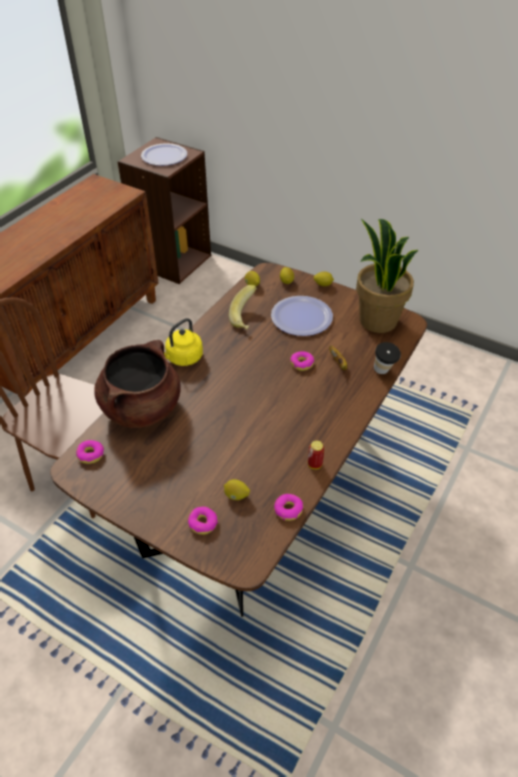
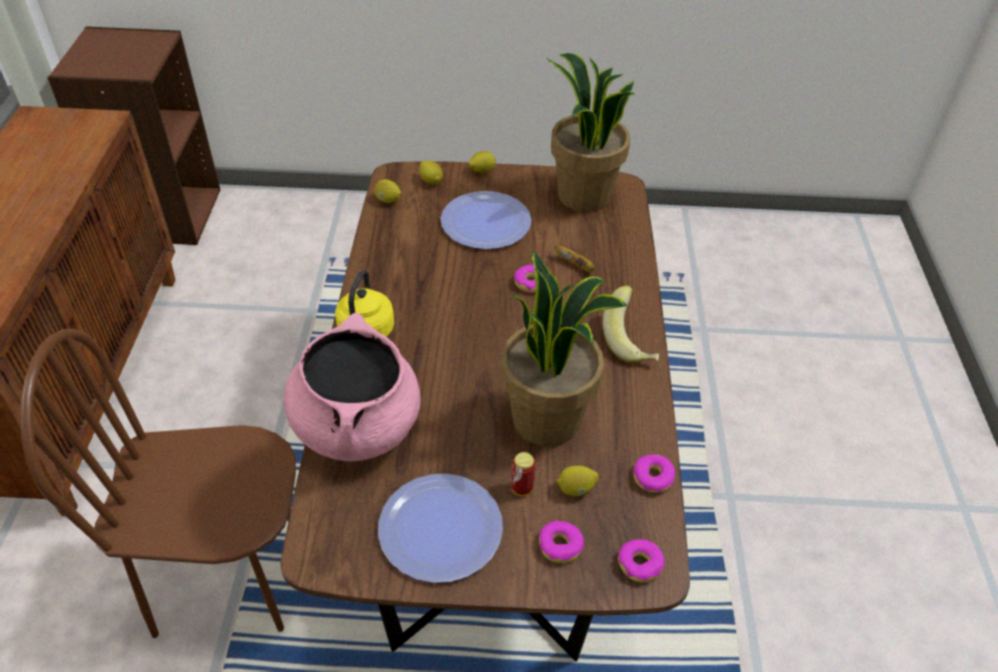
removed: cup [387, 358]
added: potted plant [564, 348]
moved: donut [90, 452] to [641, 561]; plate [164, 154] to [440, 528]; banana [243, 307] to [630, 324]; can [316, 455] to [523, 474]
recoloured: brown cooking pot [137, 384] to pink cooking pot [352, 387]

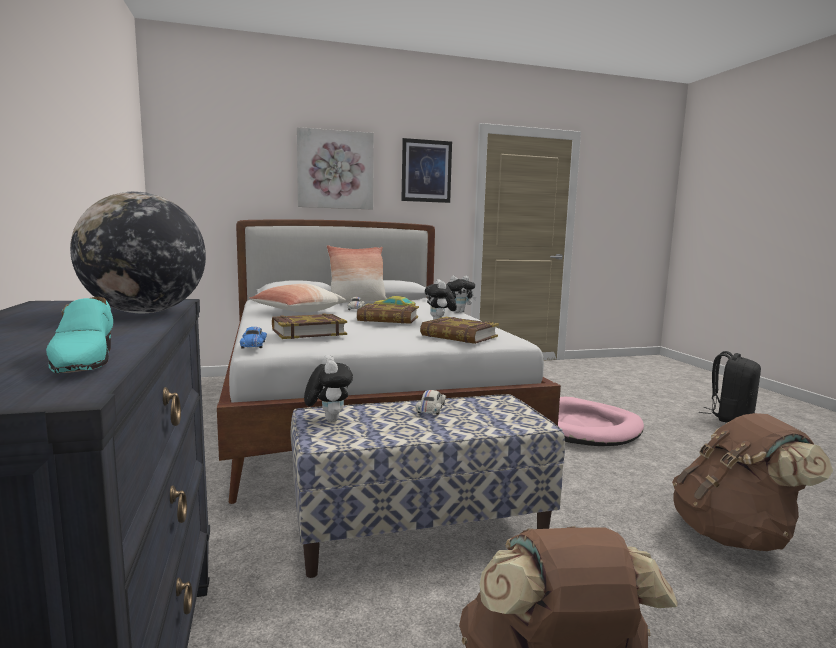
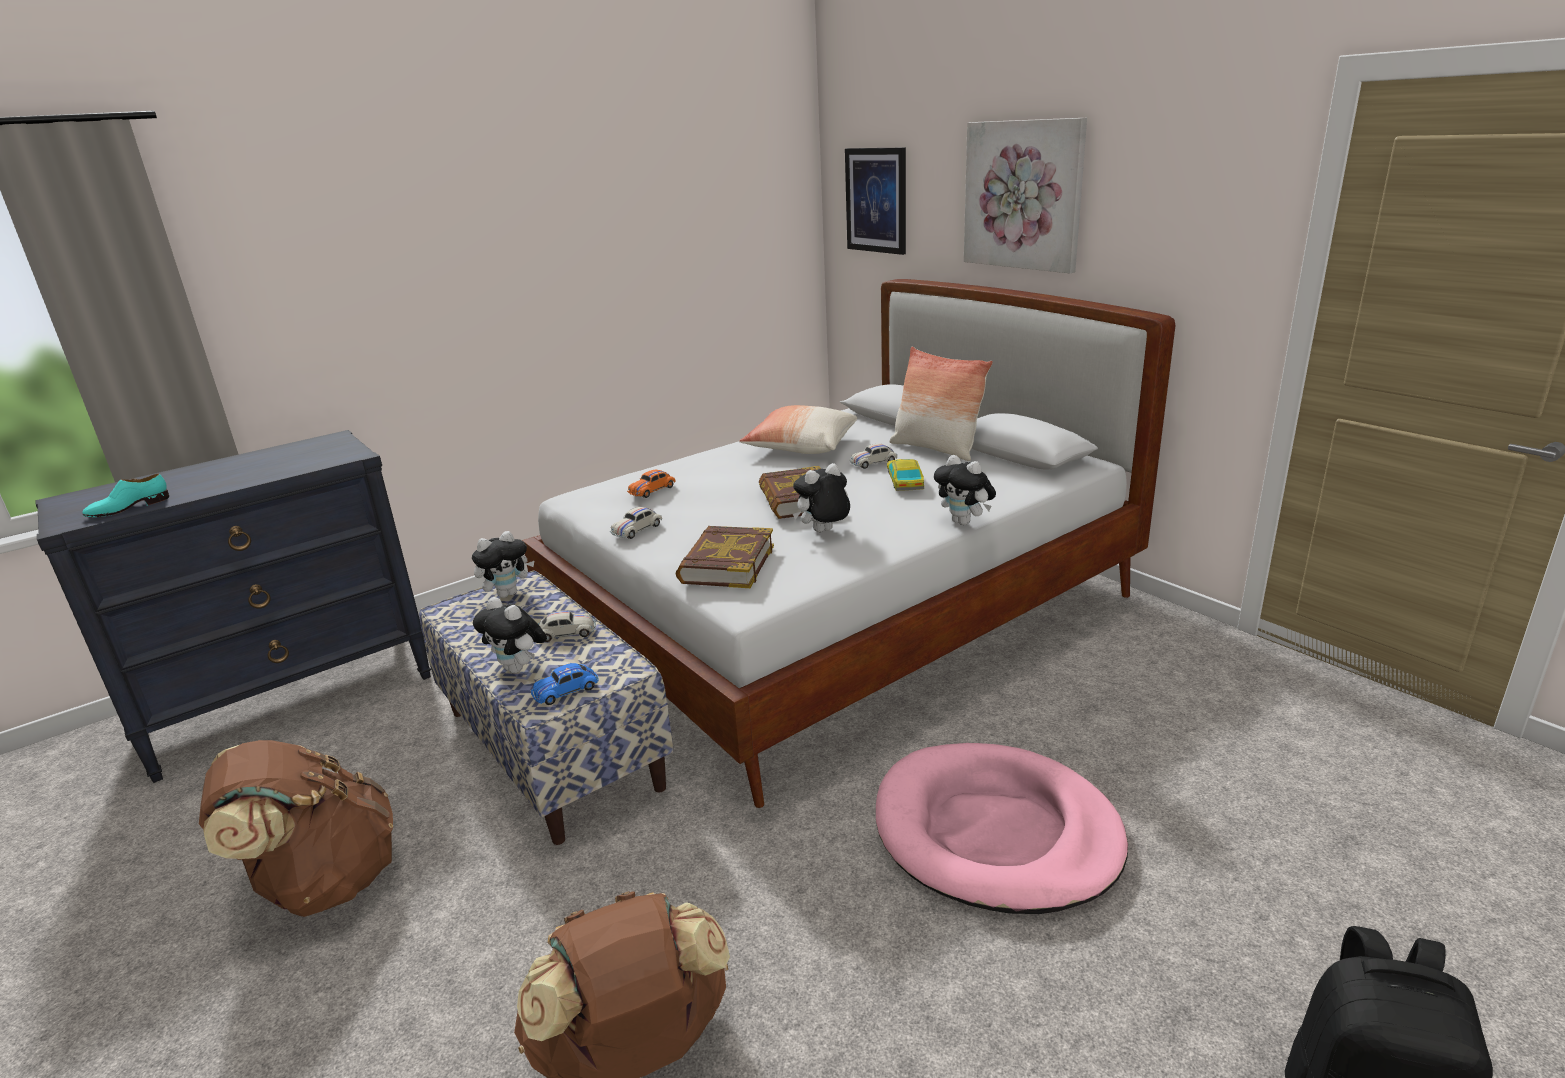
removed: globe [138, 253]
added: plush toy [510, 635]; white toy car [636, 523]
moved: blue toy car [253, 338] to [565, 684]; picture [426, 170] to [875, 201]
replaced: book [309, 326] to orange toy car [651, 484]

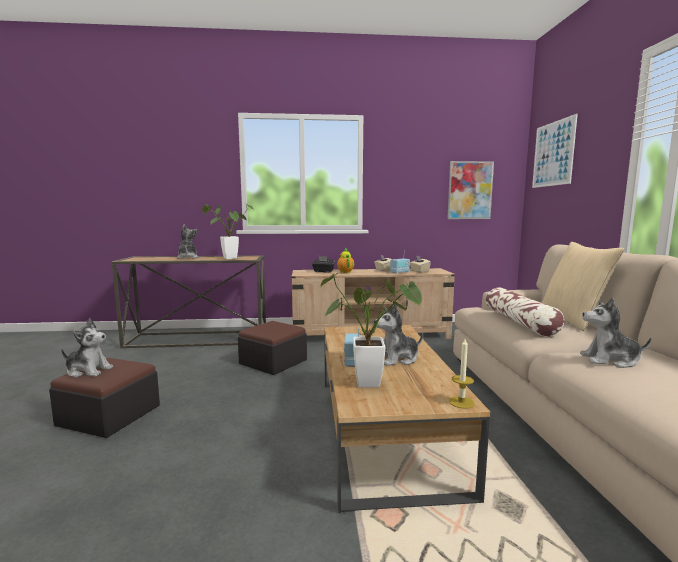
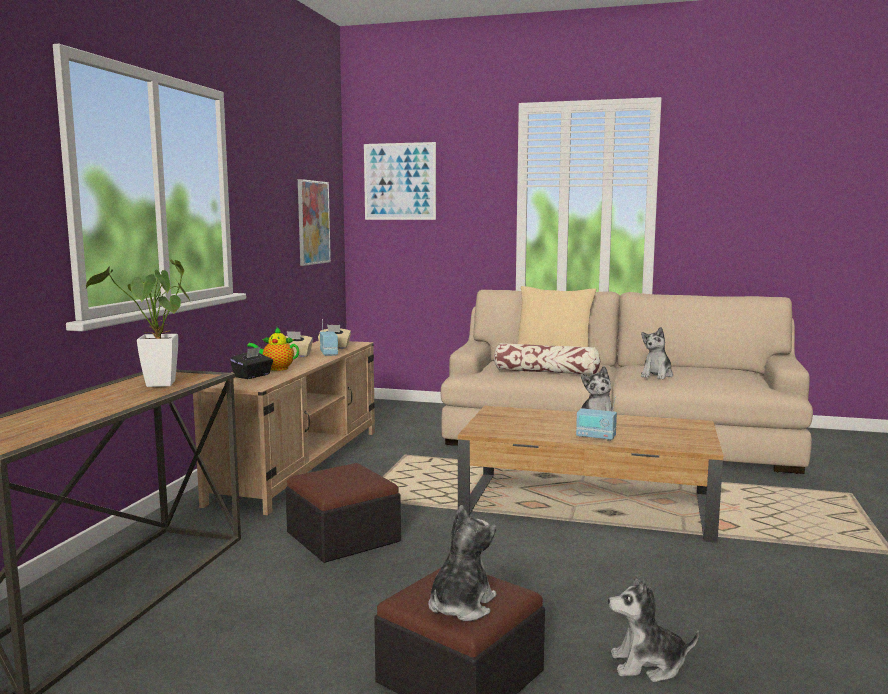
removed: potted plant [371, 330]; candle [462, 374]
moved: plush toy [188, 242] to [653, 628]

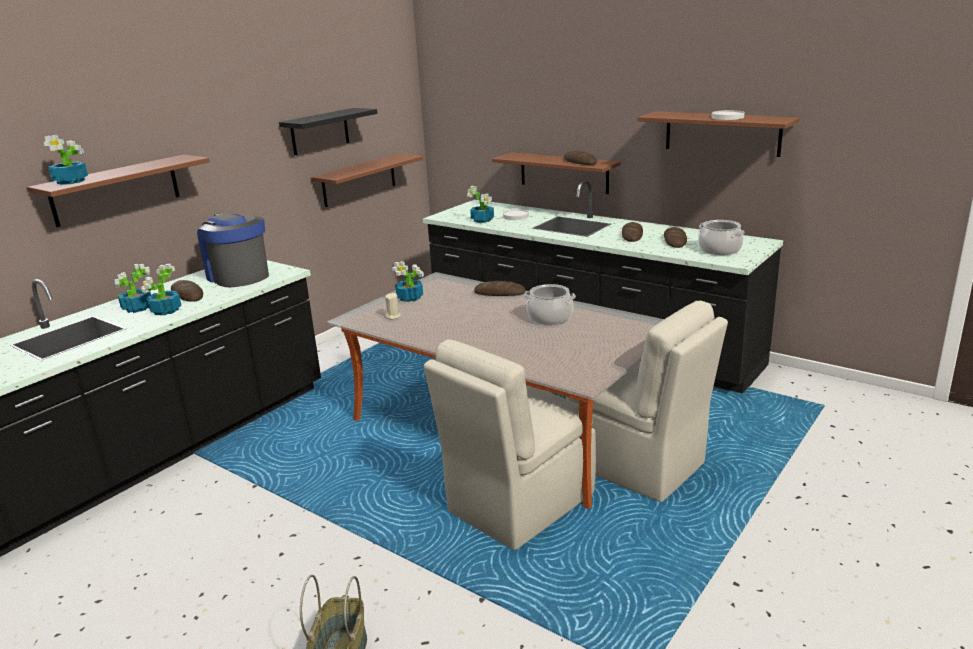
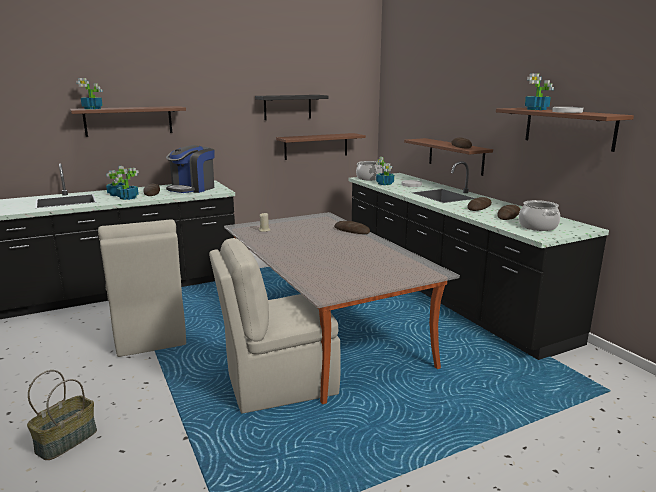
moved: potted plant [408, 281] to [539, 91]; cooking pot [550, 304] to [369, 170]; beige chair [647, 401] to [142, 288]
turned: coffee machine [233, 250] = [190, 169] 135 degrees counterclockwise

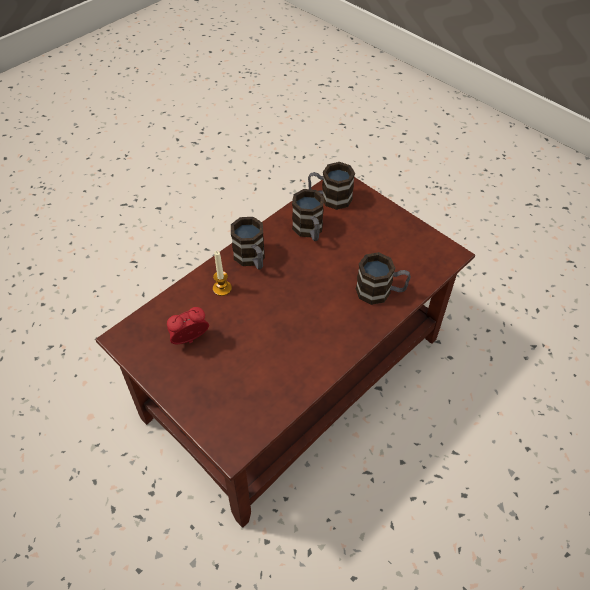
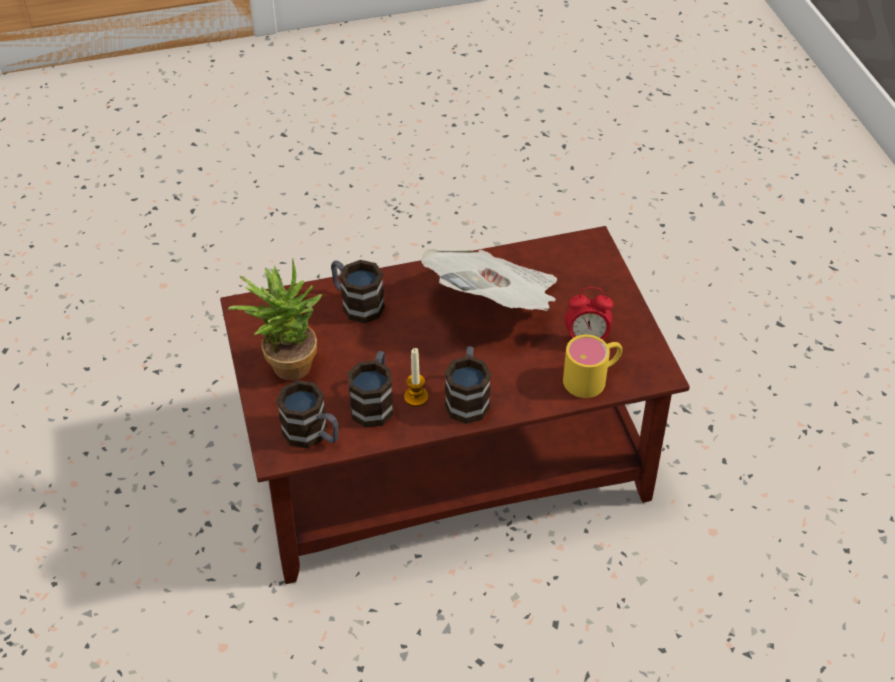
added: potted plant [275, 319]; newspaper [489, 280]; yellow mug [592, 366]
moved: candle [222, 273] to [416, 377]

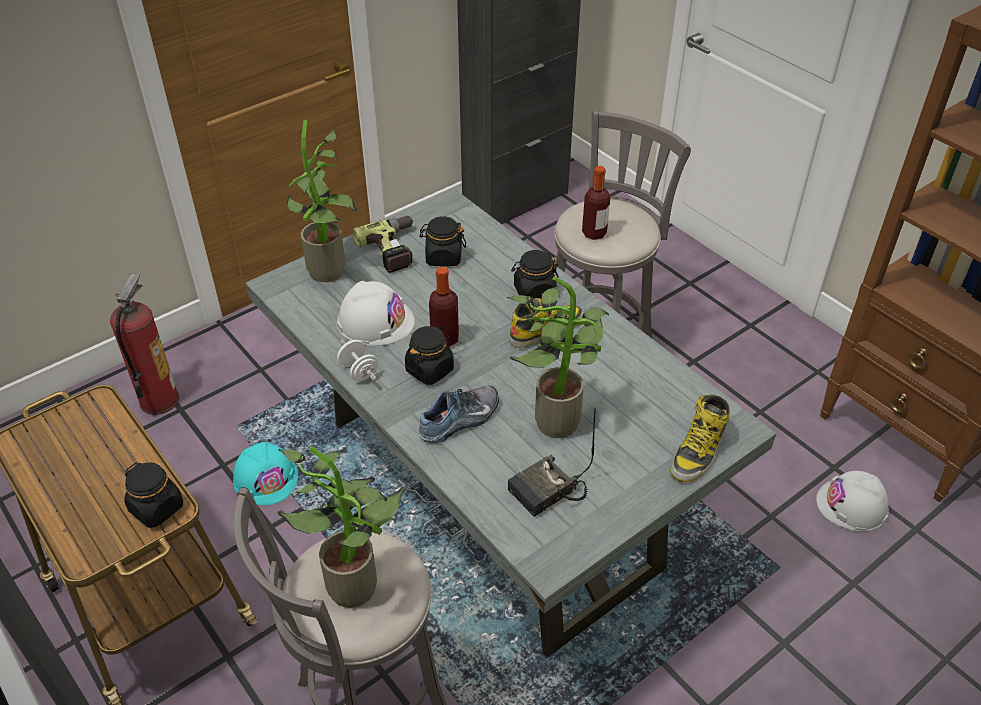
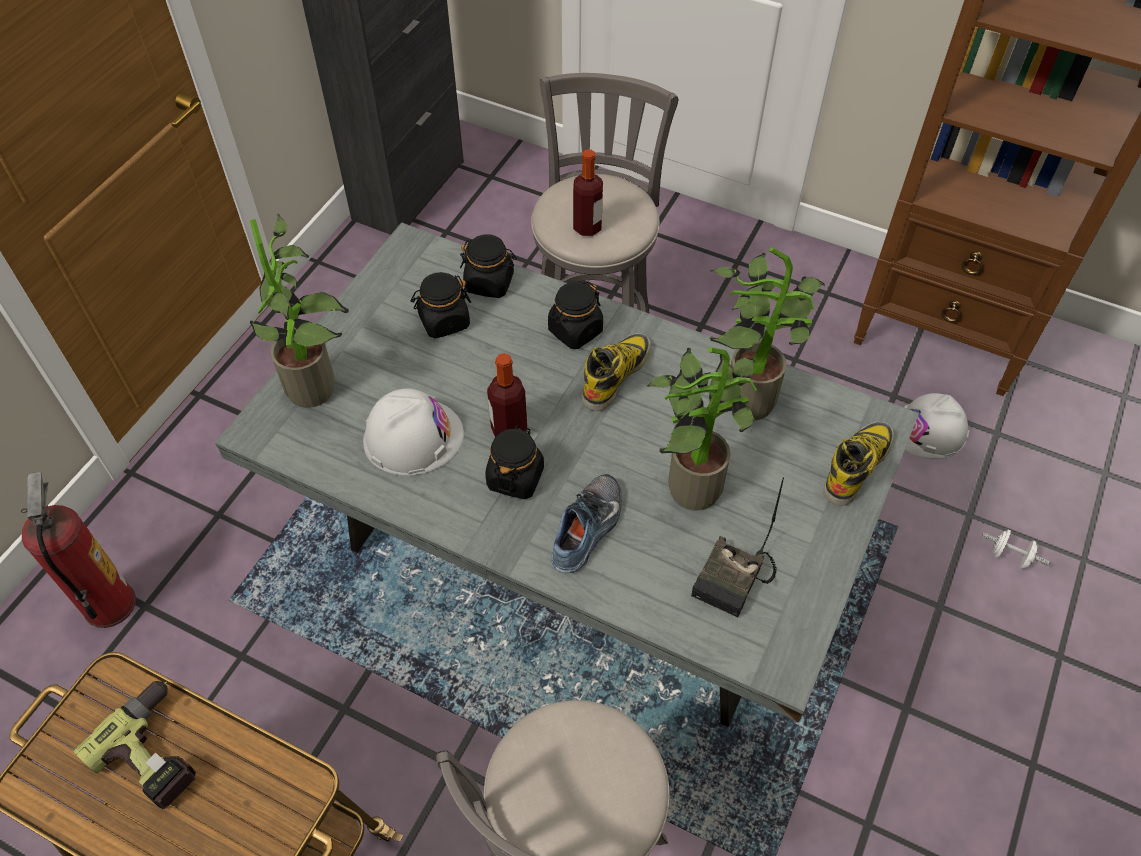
removed: turquoise hard hat [265, 473]
moved: black jar [153, 495] to [488, 266]; potted plant [342, 527] to [767, 334]; white dumbbell [357, 361] to [1016, 549]; power drill [383, 244] to [134, 745]
turned: boot [700, 438] = [858, 464] 150 degrees counterclockwise

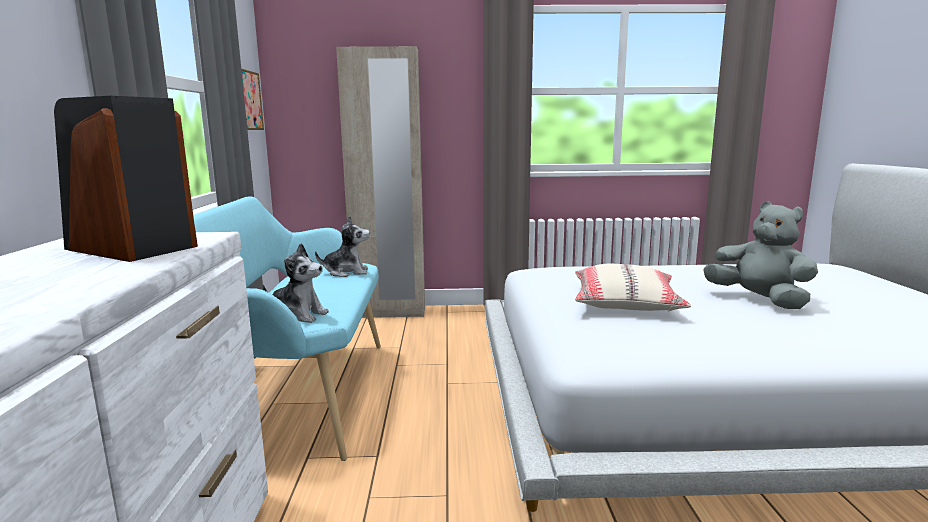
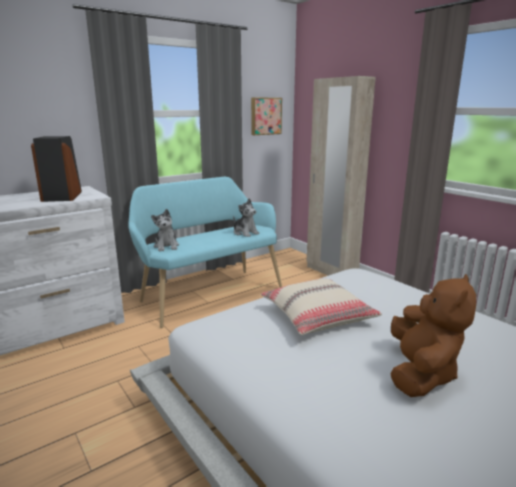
recoloured: grey plush toy [760, 255] to brown plush toy [433, 335]

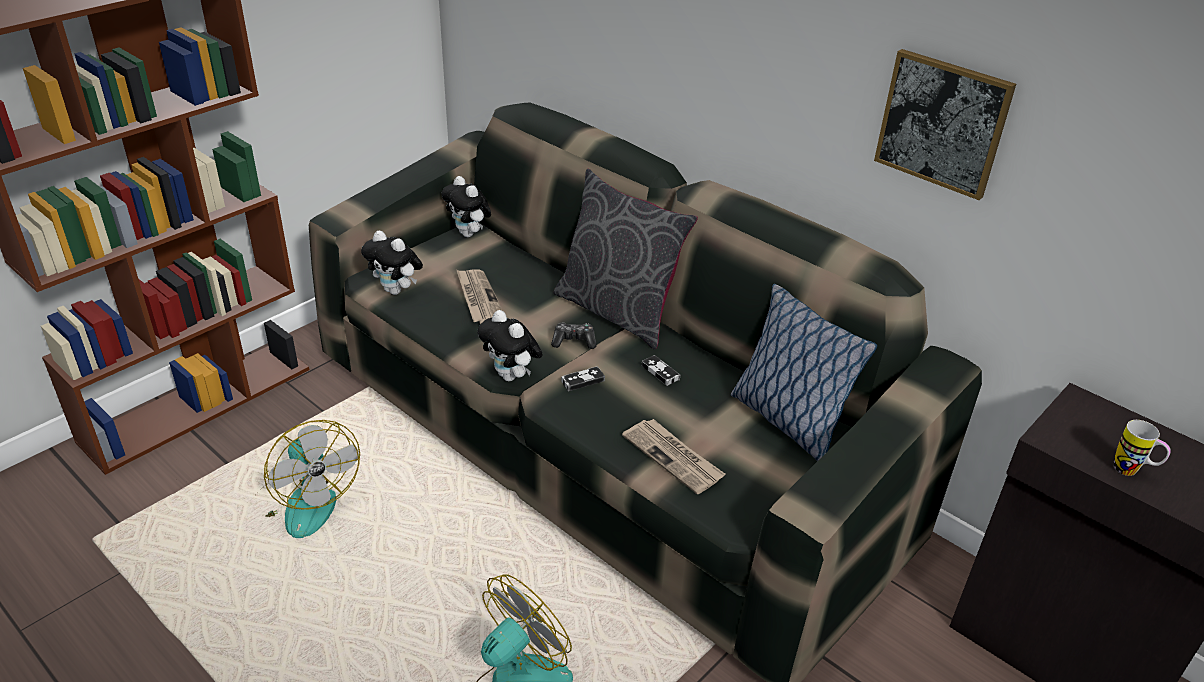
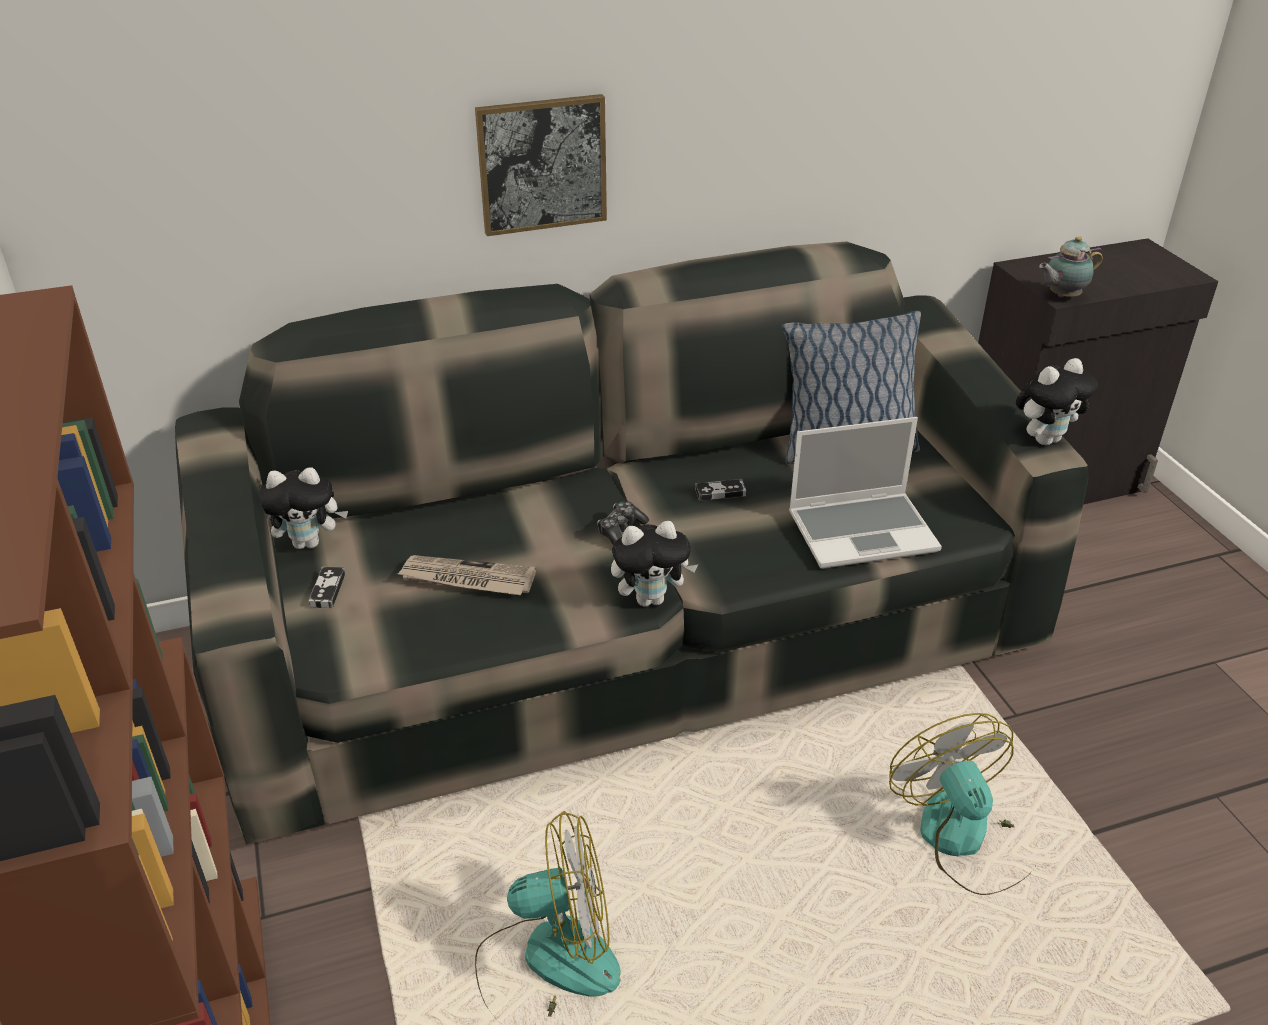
removed: grey pillow [626, 259]; mug [1142, 448]
added: teapot [1071, 267]
moved: plush toy [392, 263] to [1056, 401]; game controller [583, 378] to [327, 587]; picture [945, 124] to [541, 165]
replaced: newspaper [673, 456] to laptop [865, 493]

